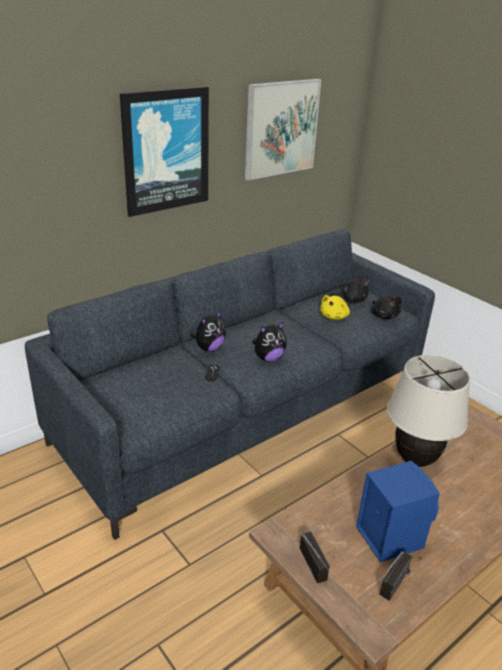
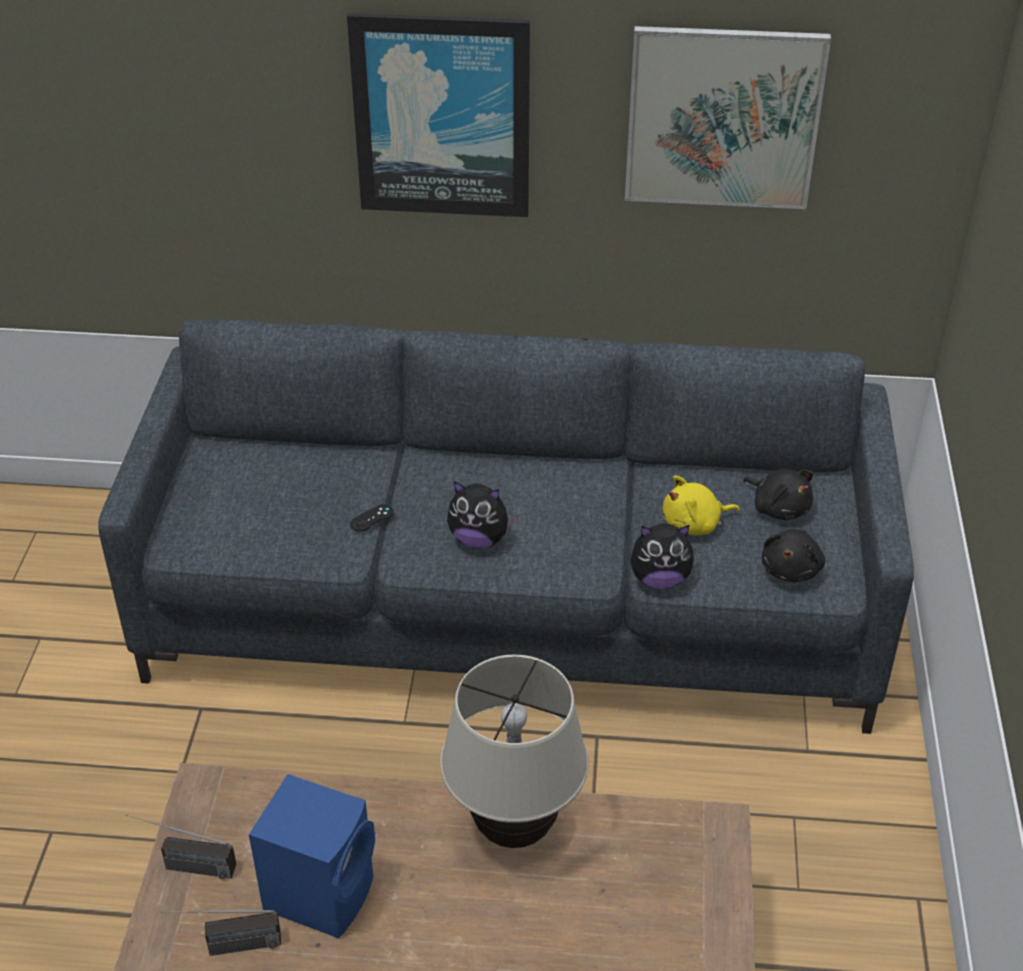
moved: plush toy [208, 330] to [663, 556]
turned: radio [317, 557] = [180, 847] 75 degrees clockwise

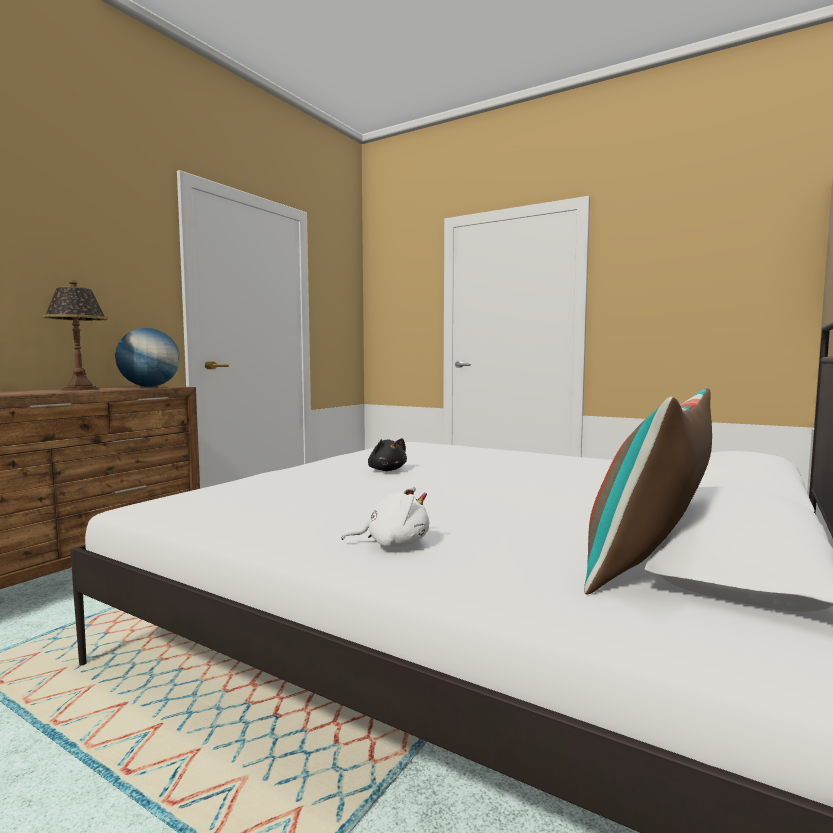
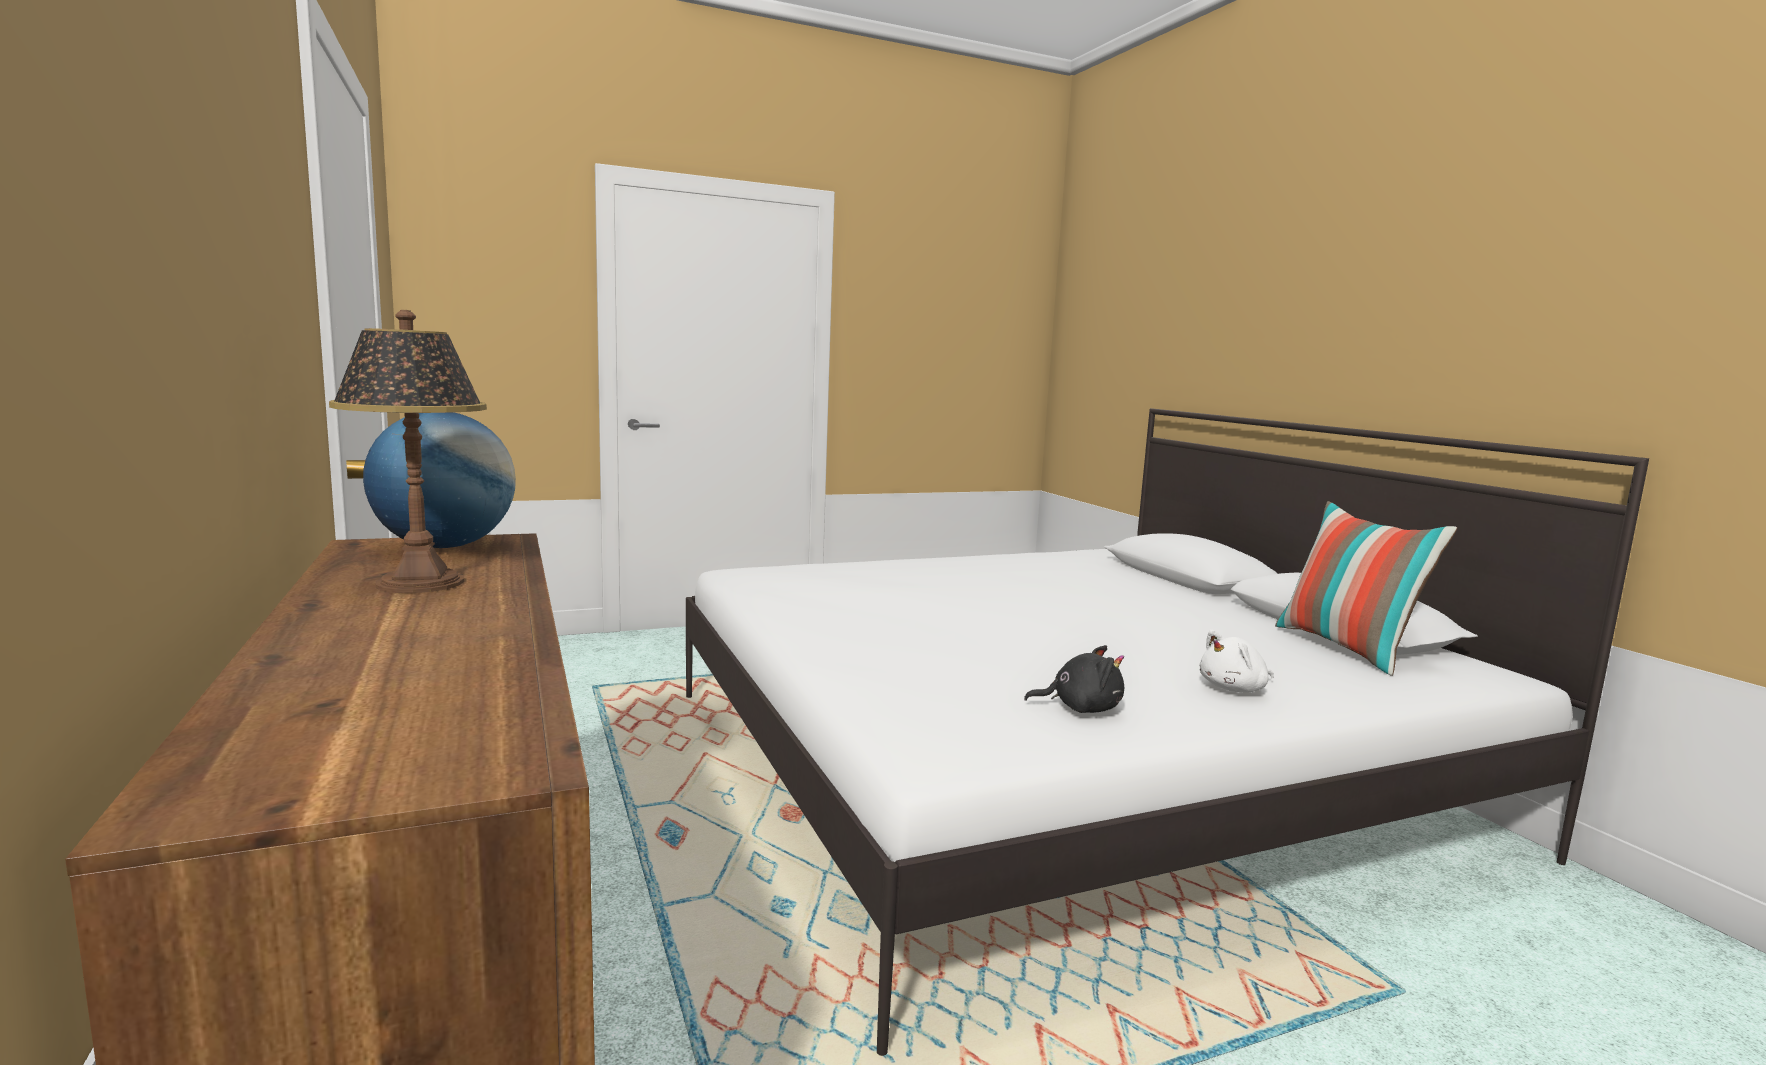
moved: black plush toy [387, 454] to [1074, 679]
turned: white plush toy [385, 516] = [1237, 661] 150 degrees counterclockwise

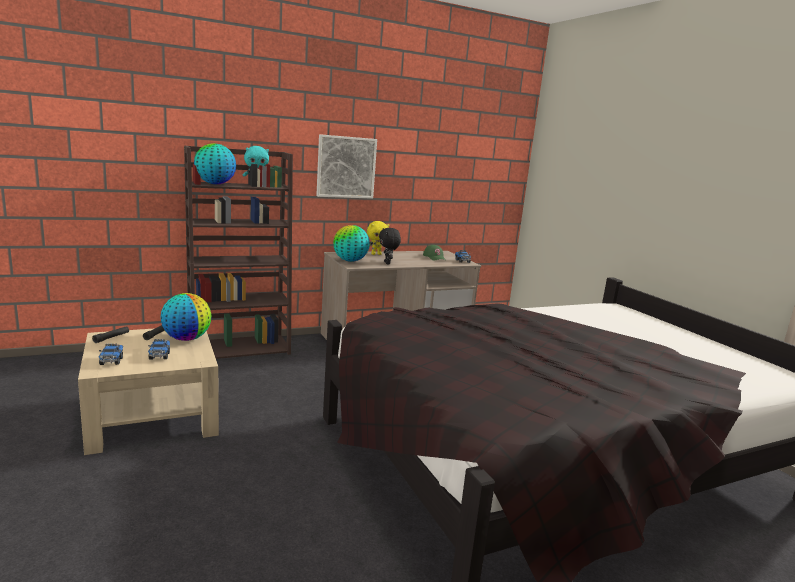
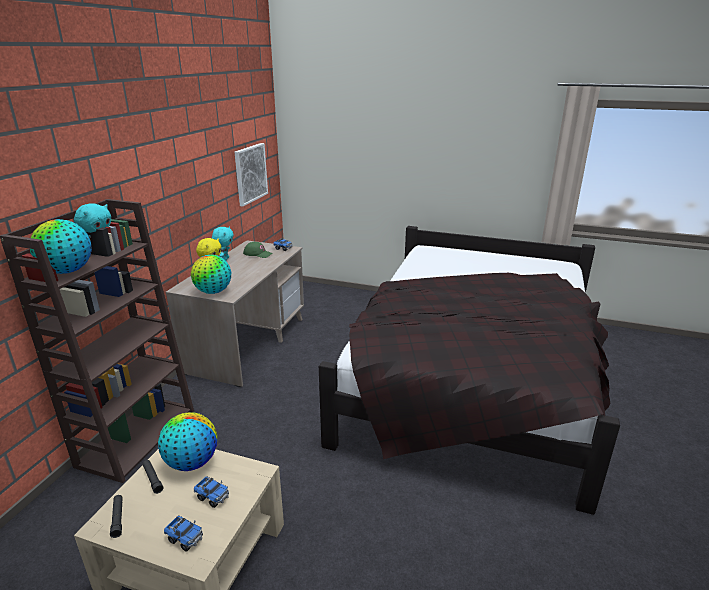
removed: black plush toy [390, 246]
added: turquoise plush toy [223, 243]
moved: picture [346, 166] to [251, 174]

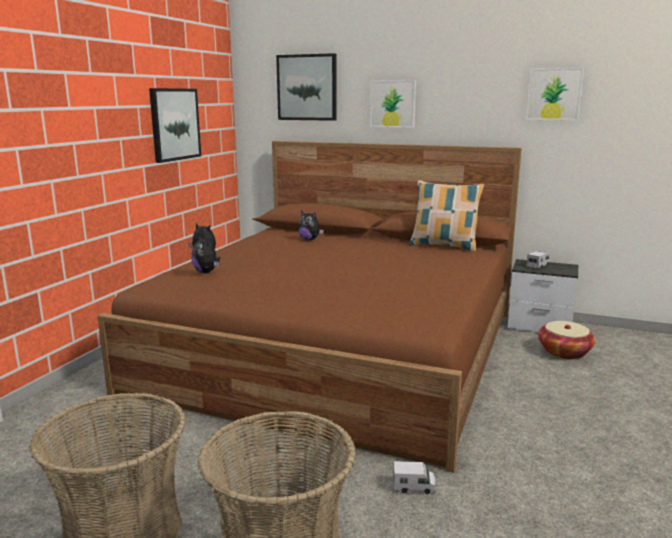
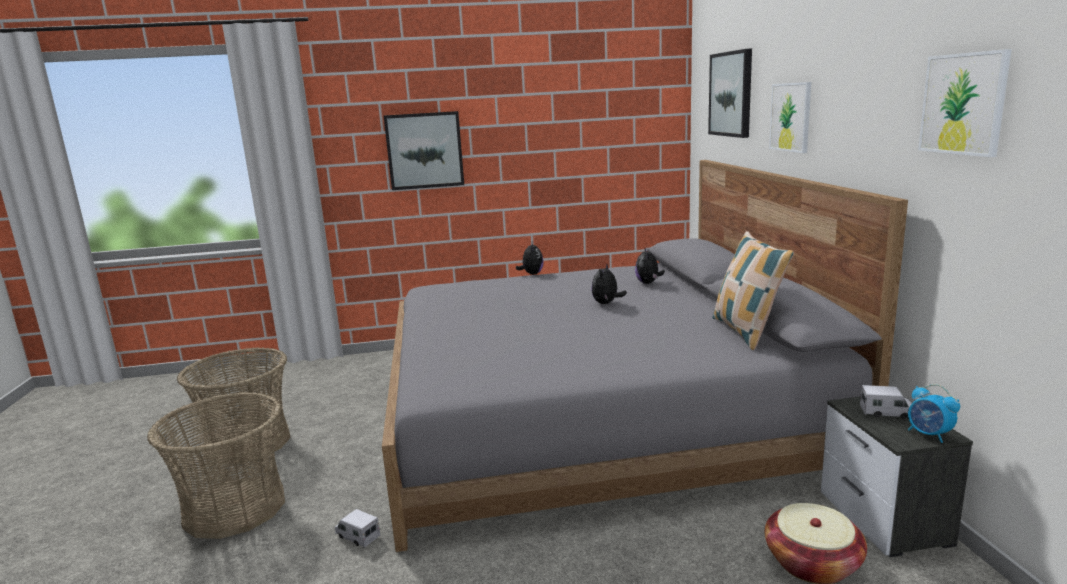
added: alarm clock [934, 413]
moved: picture [175, 125] to [424, 150]; plush toy [205, 254] to [609, 284]
recoloured: brown bed [310, 307] to grey bed [645, 356]
turned: toy truck [414, 477] = [357, 528] 150 degrees clockwise

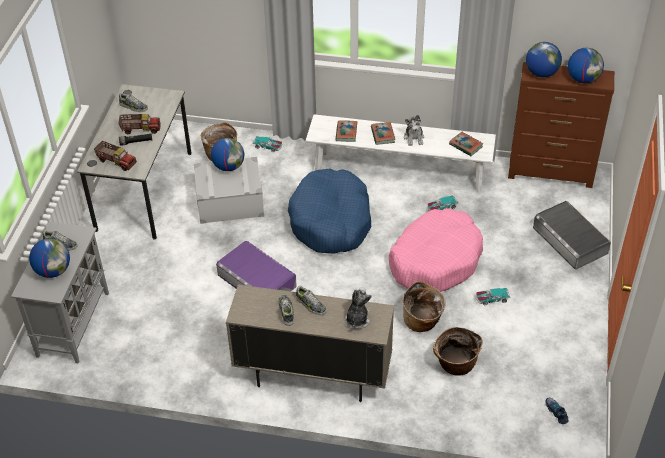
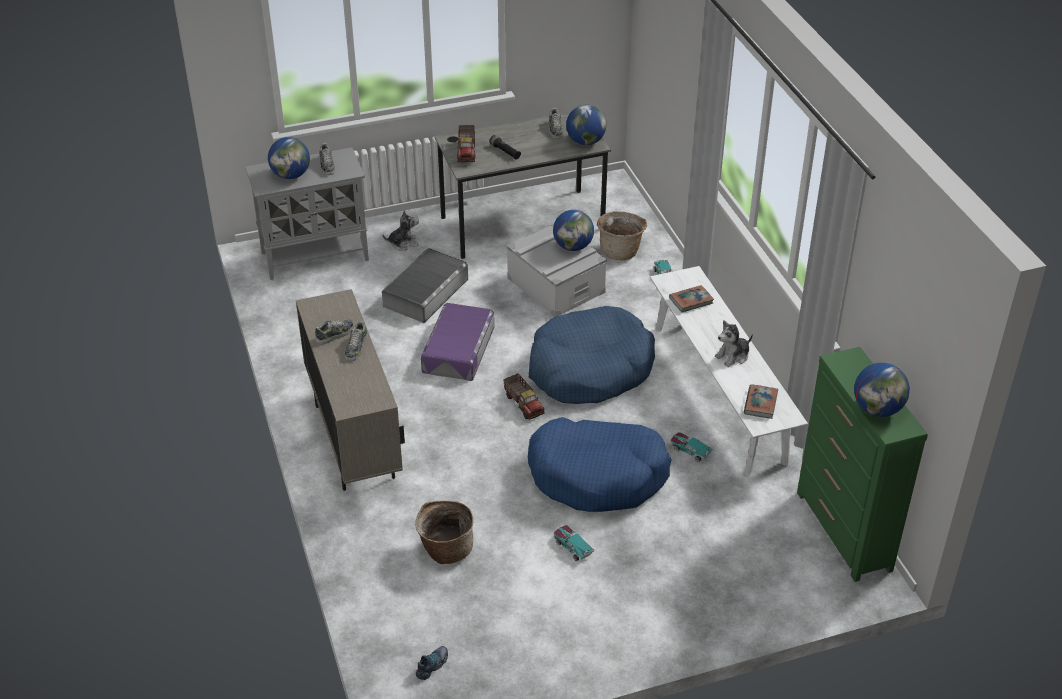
removed: book [383, 133]; basket [424, 306]
moved: toy truck [139, 124] to [524, 396]; plush toy [358, 308] to [401, 230]; globe [544, 59] to [586, 125]; grey storage box [572, 235] to [425, 285]
recoloured: pink dog bed [436, 250] to blue dog bed [600, 464]; brown dresser [561, 125] to green dresser [862, 464]

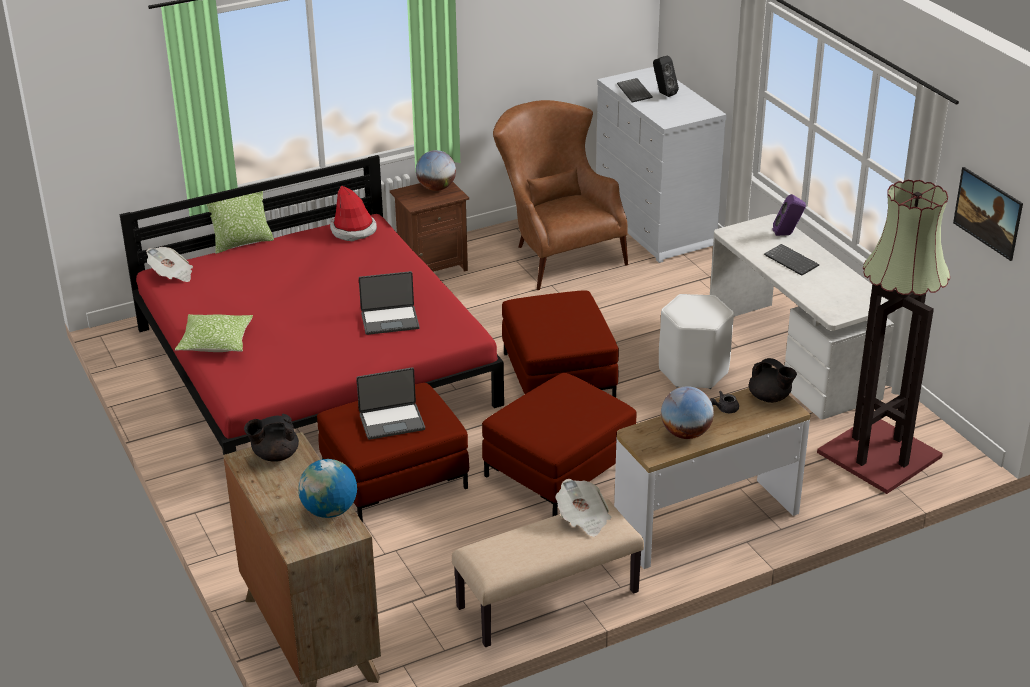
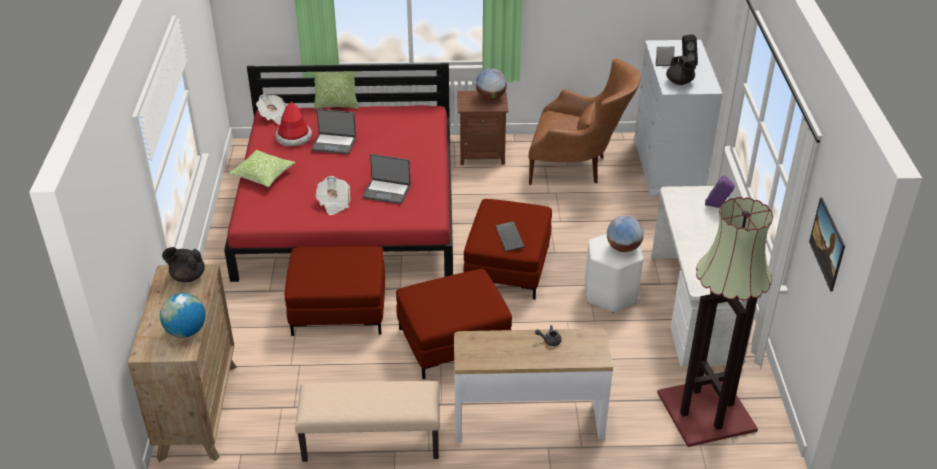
moved: hat [353, 213] to [294, 124]; laptop [390, 403] to [333, 131]; newspaper [583, 508] to [332, 195]; globe [687, 412] to [625, 234]; black teapot [773, 380] to [681, 70]; keyboard [791, 260] to [510, 236]
turned: brown armchair [560, 195] = [584, 122] 105 degrees clockwise

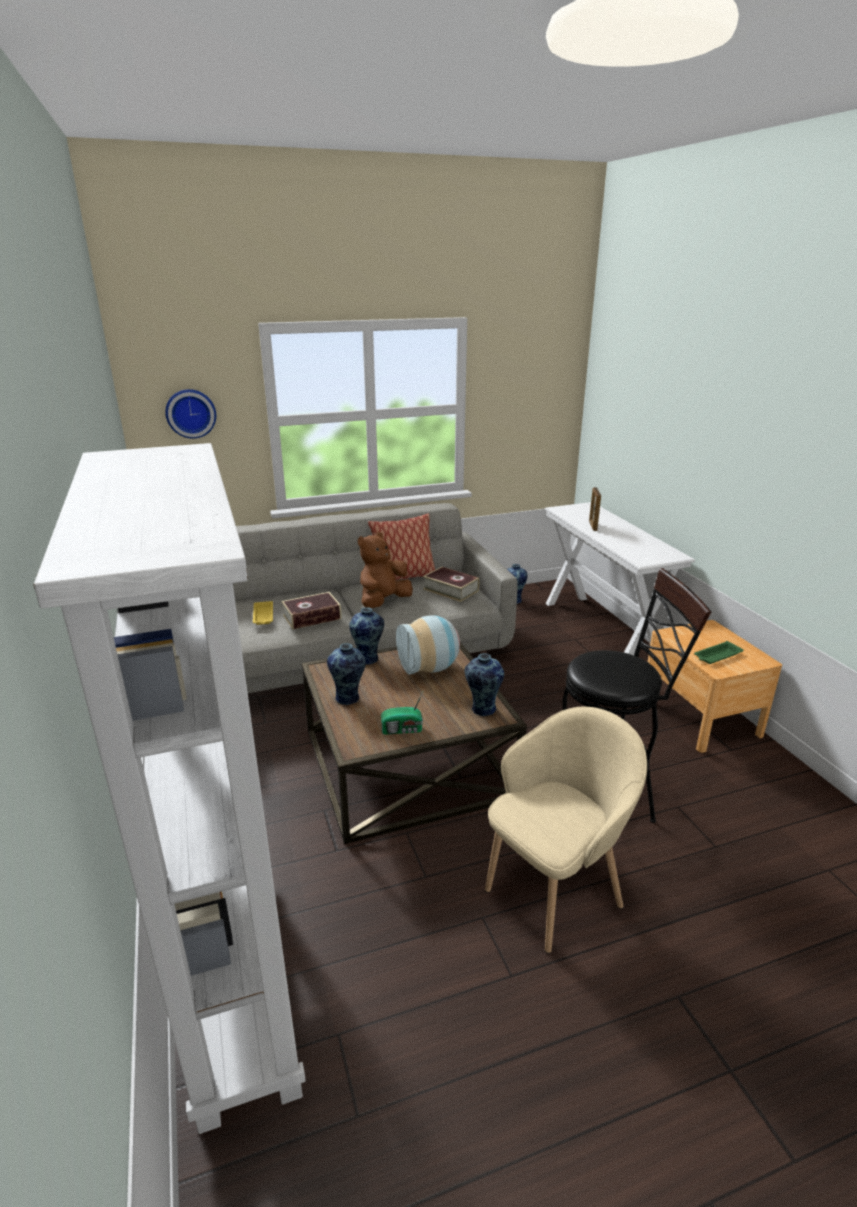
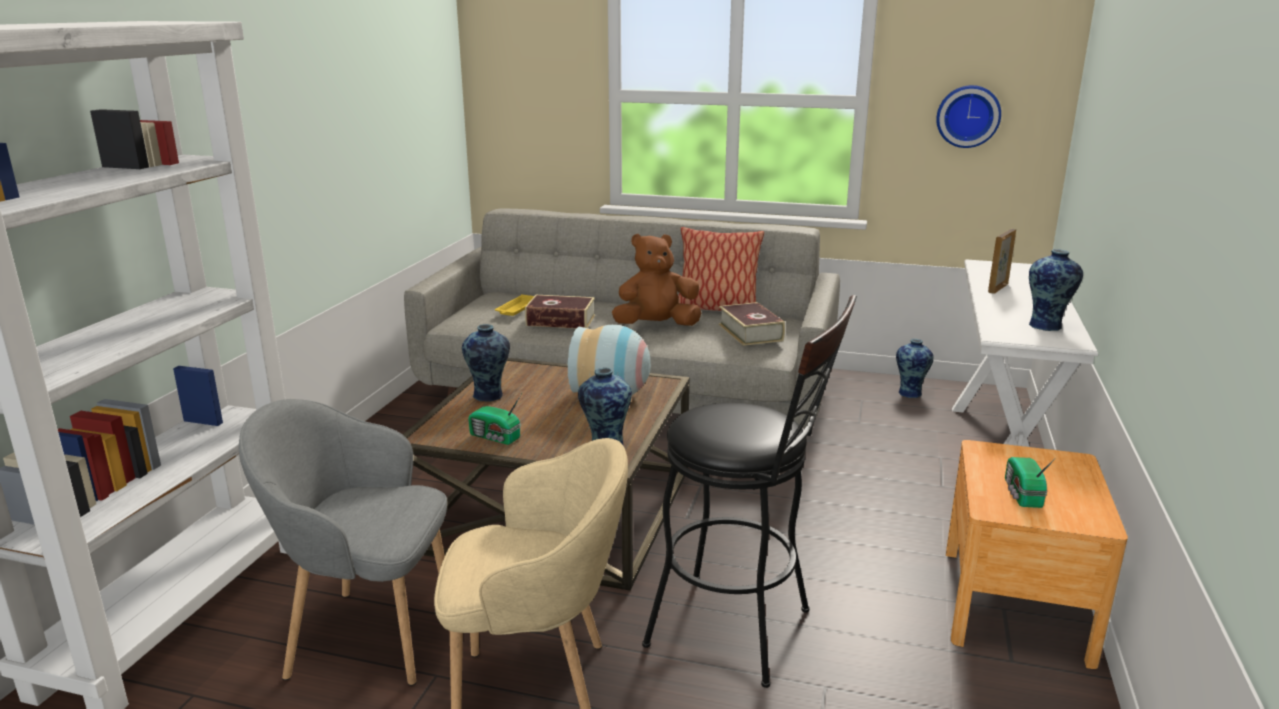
added: grey armchair [343, 542]
moved: wall clock [190, 414] to [968, 116]; vase [366, 635] to [1056, 290]
replaced: green tray [719, 652] to radio [1030, 482]

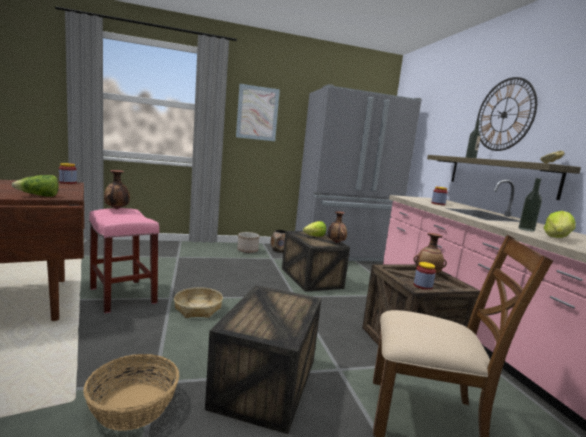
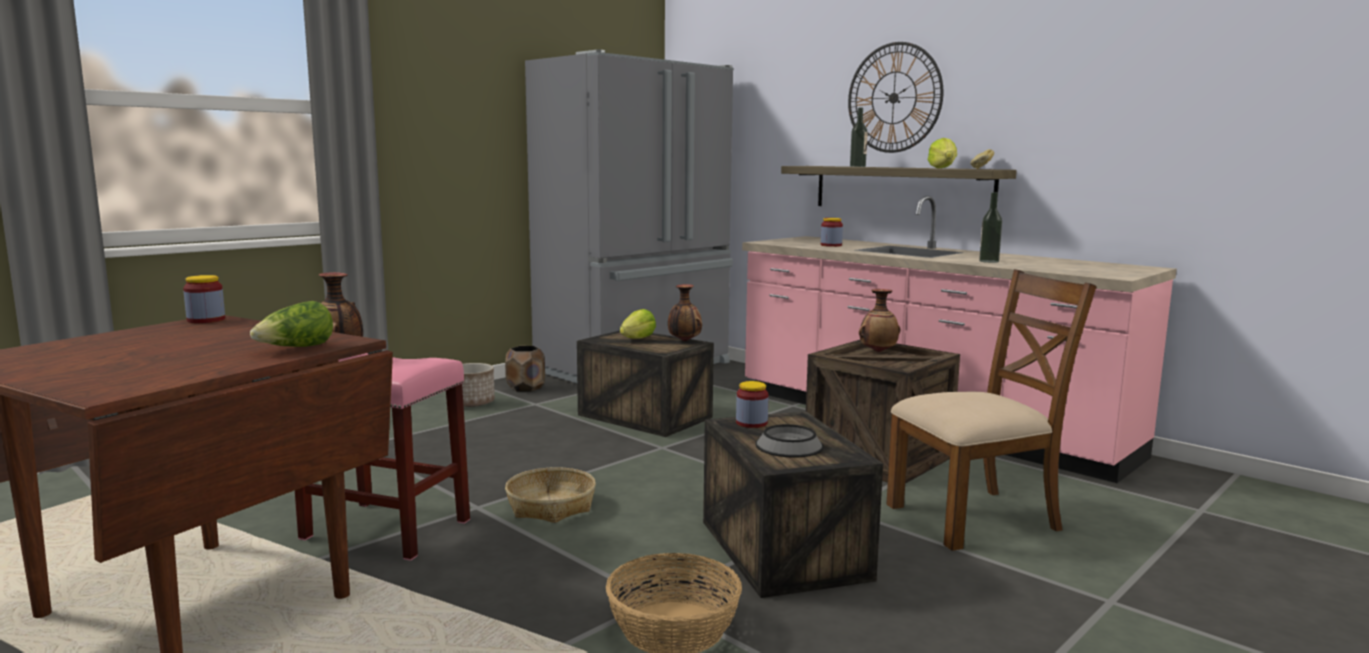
removed: picture [258, 112]
added: bowl [789, 441]
moved: jar [425, 275] to [752, 404]; lettuce [560, 224] to [942, 153]

